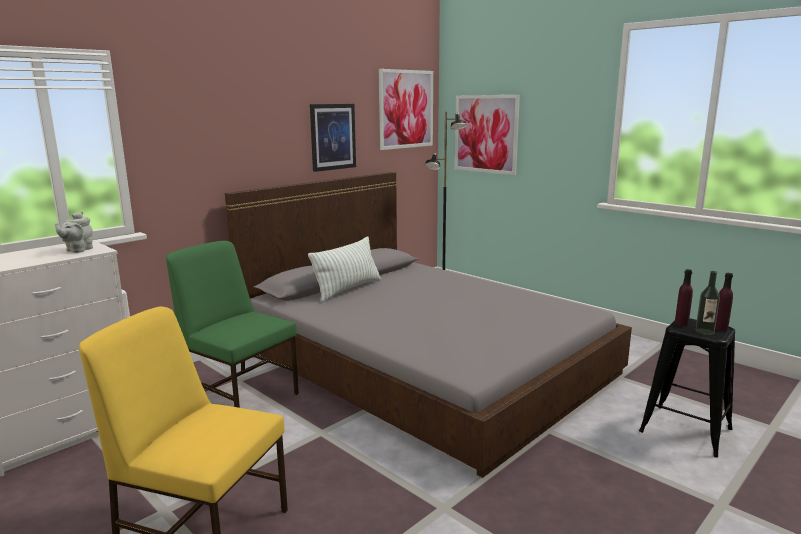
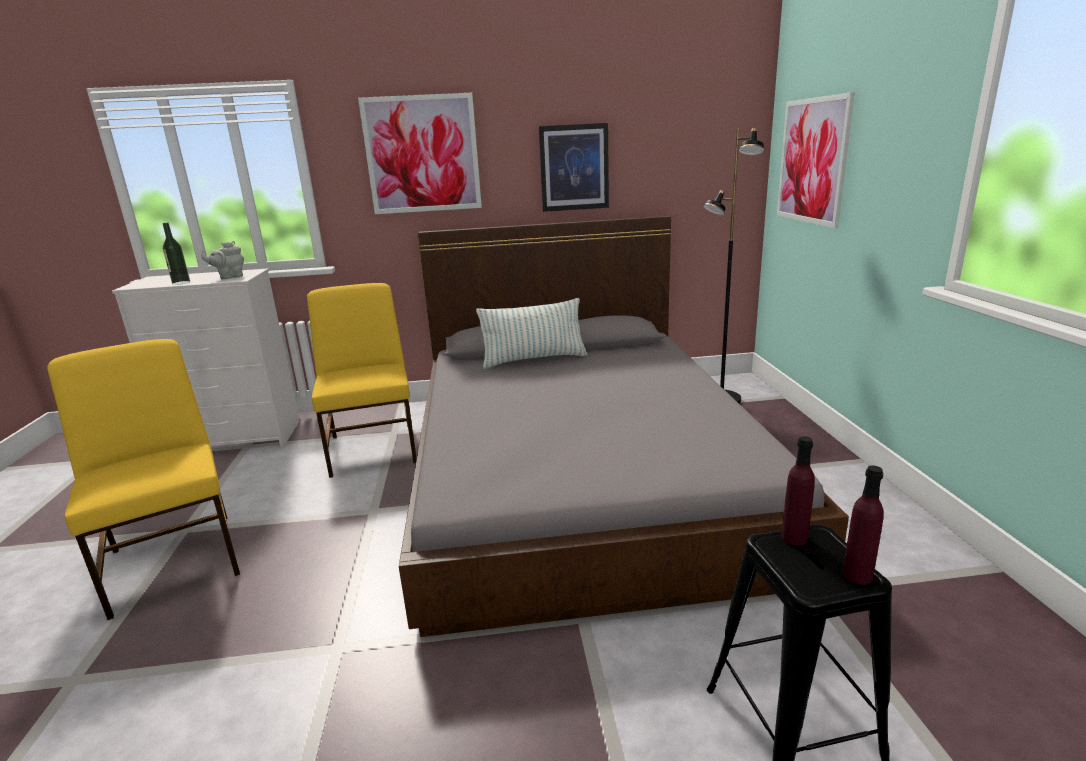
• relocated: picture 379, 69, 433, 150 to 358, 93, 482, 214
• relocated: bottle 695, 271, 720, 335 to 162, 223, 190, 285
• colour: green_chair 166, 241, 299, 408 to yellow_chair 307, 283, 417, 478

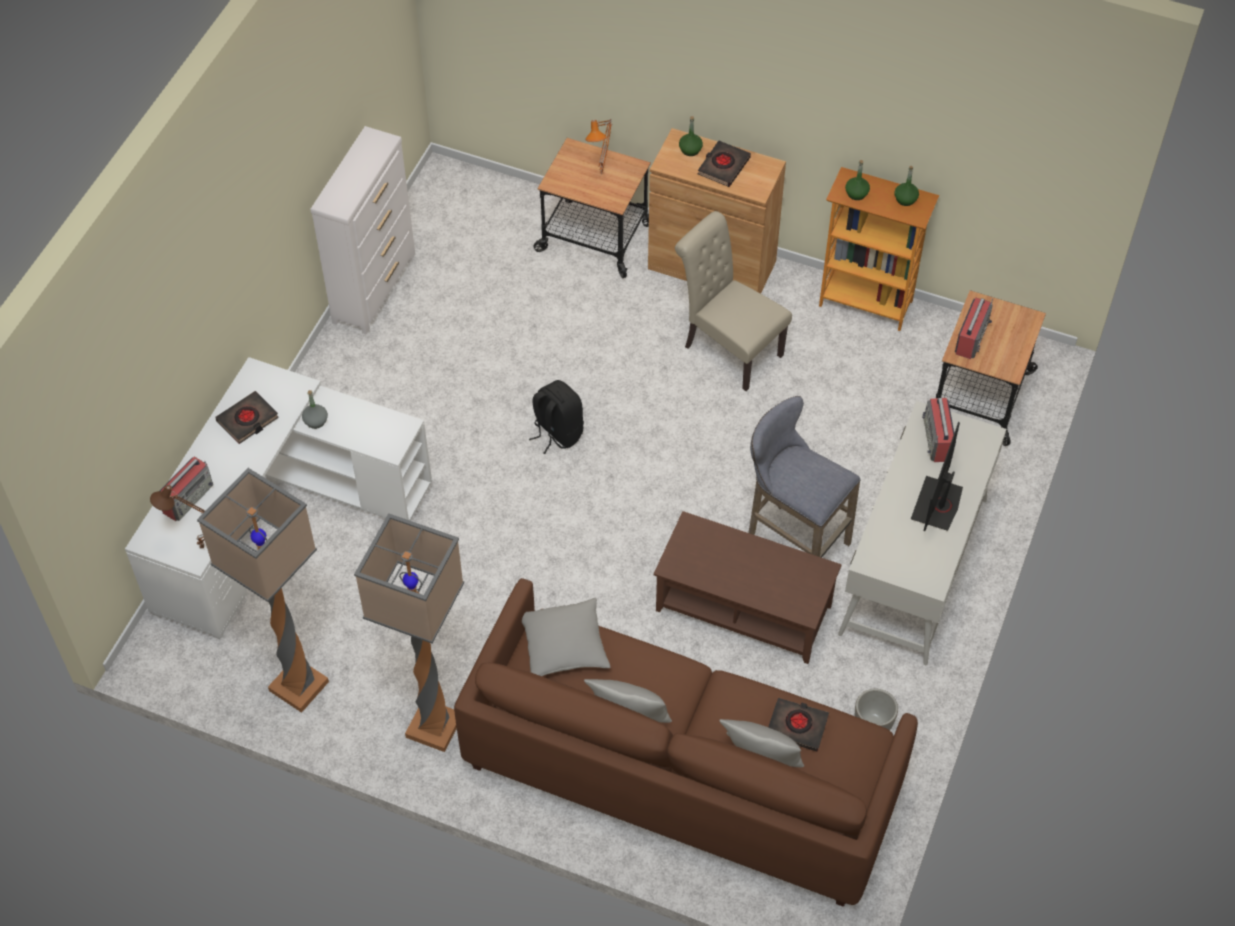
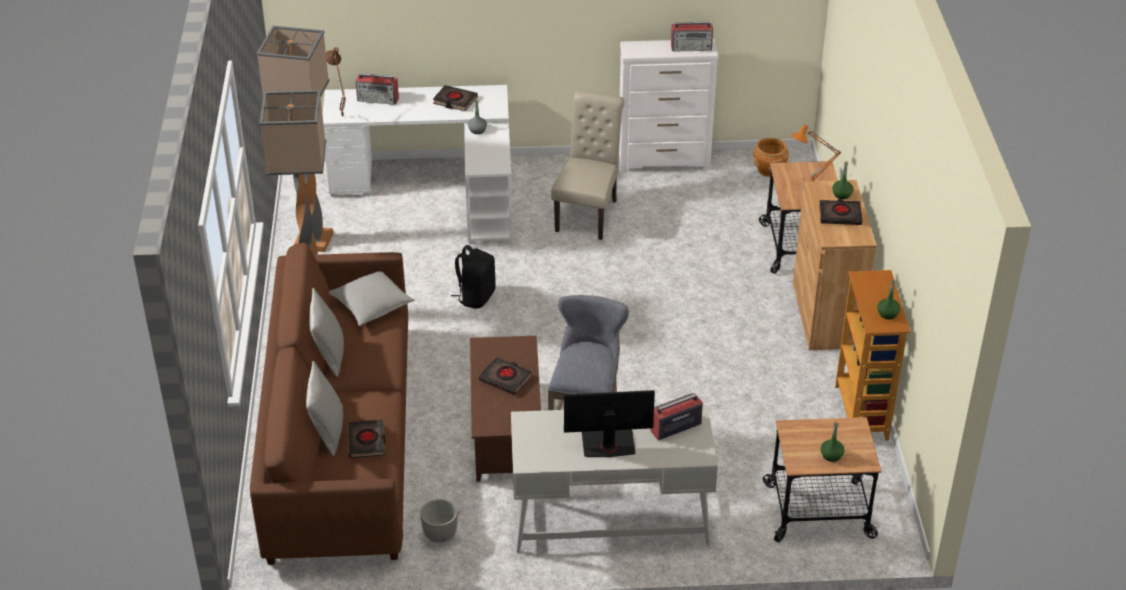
• appeared: black_book 479, 357, 532, 395
• appeared: brown_planter 753, 138, 789, 177
• relocated: black_backpack 529, 380, 584, 454 to 451, 245, 496, 309
• relocated: beige_chair 675, 211, 792, 391 to 551, 90, 624, 240
• relocated: green_bottle 845, 160, 870, 200 to 821, 422, 845, 462
• relocated: radio 955, 298, 993, 359 to 671, 22, 713, 52

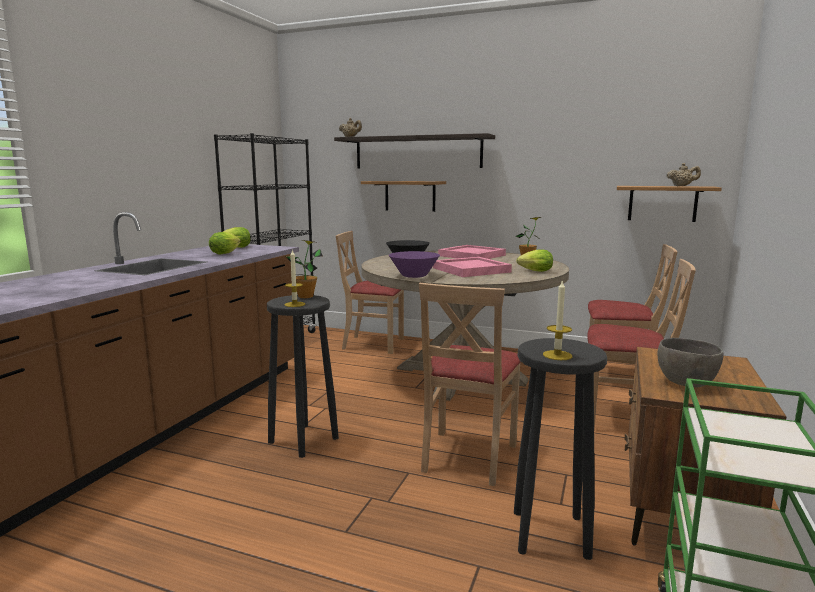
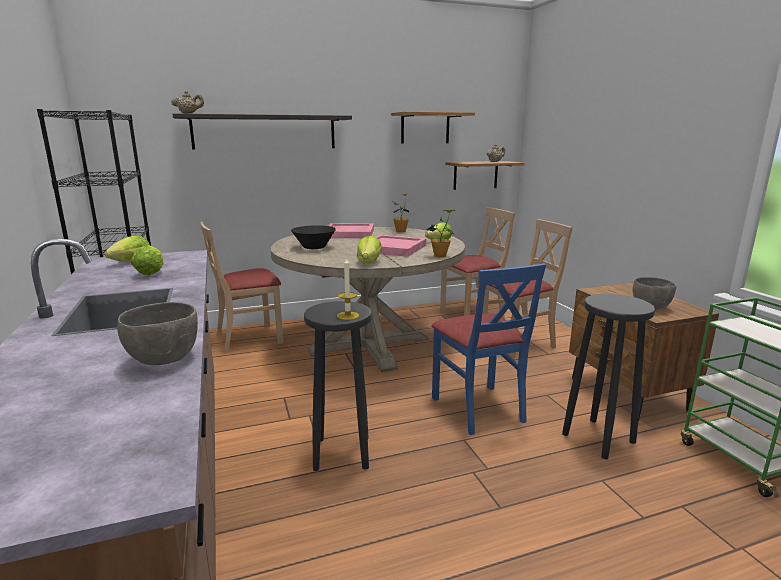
• missing: candle 543, 279, 572, 360
• appeared: grey_bowl 117, 302, 198, 365
• relocated: potted_plant 285, 240, 323, 298 to 426, 210, 455, 257
• relocated: shelf 361, 181, 446, 212 to 391, 112, 475, 144
• exchanged: purple_bowl 389, 251, 440, 278 to lettuce 357, 236, 382, 263
• colour: beige_chair 419, 283, 521, 486 to blue_chair 432, 263, 546, 435

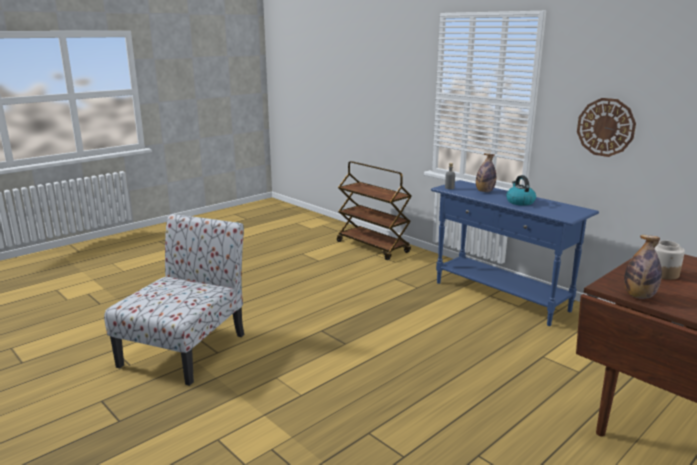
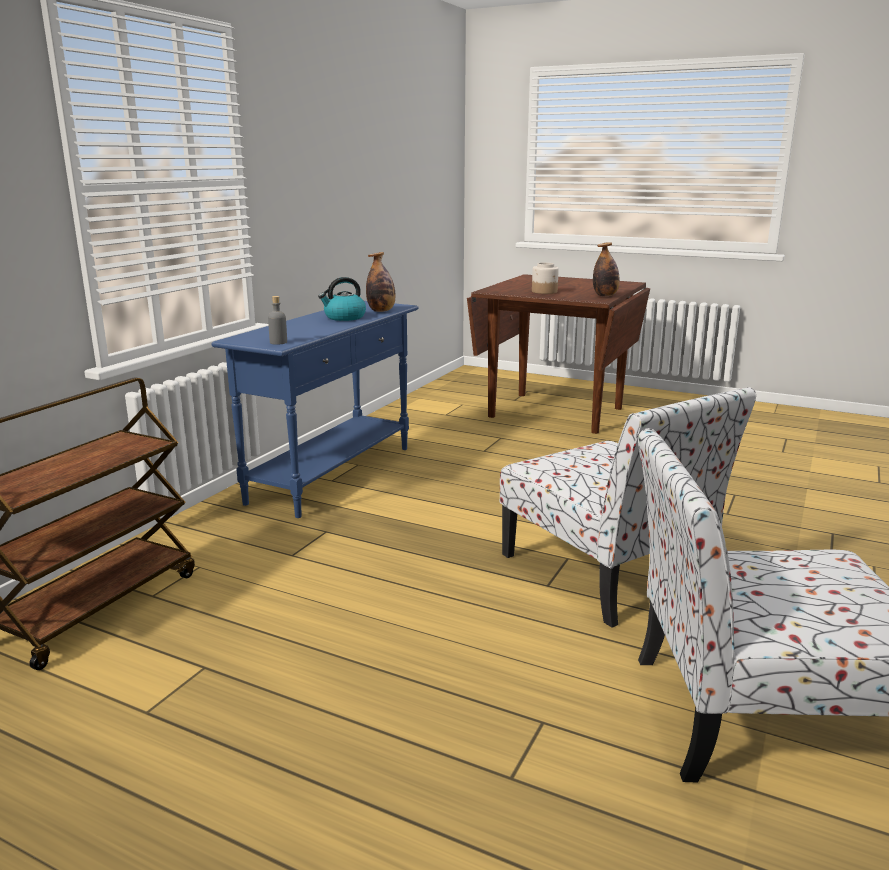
• missing: wall_clock 577, 98, 636, 157
• appeared: chair 500, 387, 756, 627
• relocated: bottle 476, 153, 496, 192 to 366, 252, 395, 312

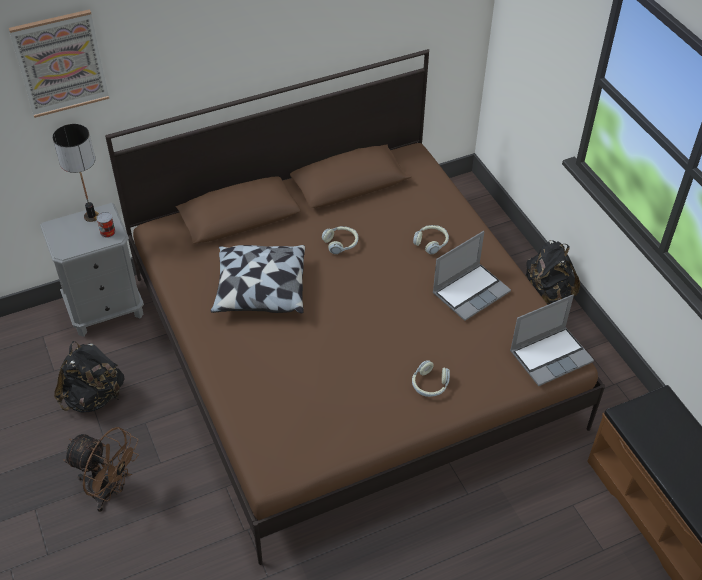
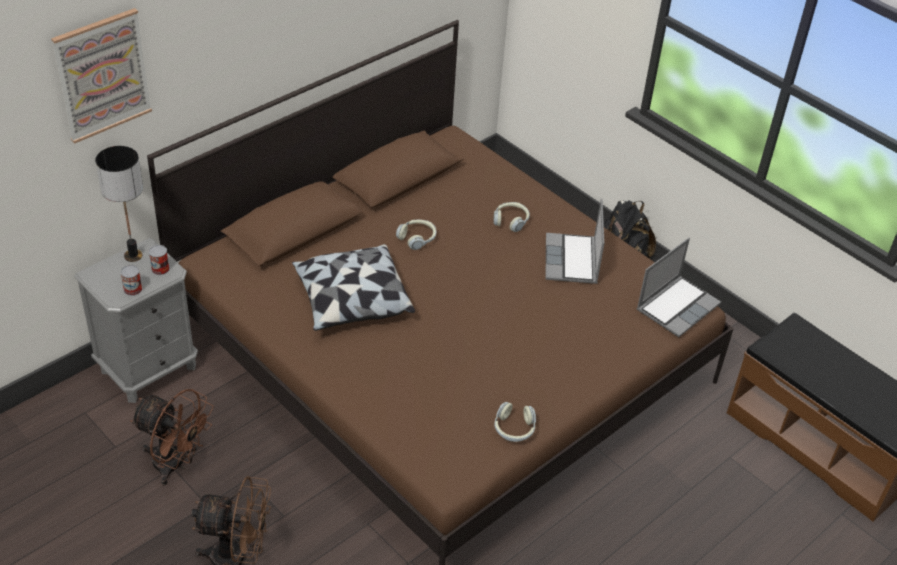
• appeared: can 120, 265, 142, 296
• relocated: headphones 412, 360, 450, 397 to 494, 402, 536, 442
• exchanged: black_backpack 54, 341, 125, 412 to brown_fan 130, 389, 214, 485
• spun: laptop 433, 231, 511, 321 = 546, 199, 604, 284 150 degrees clockwise

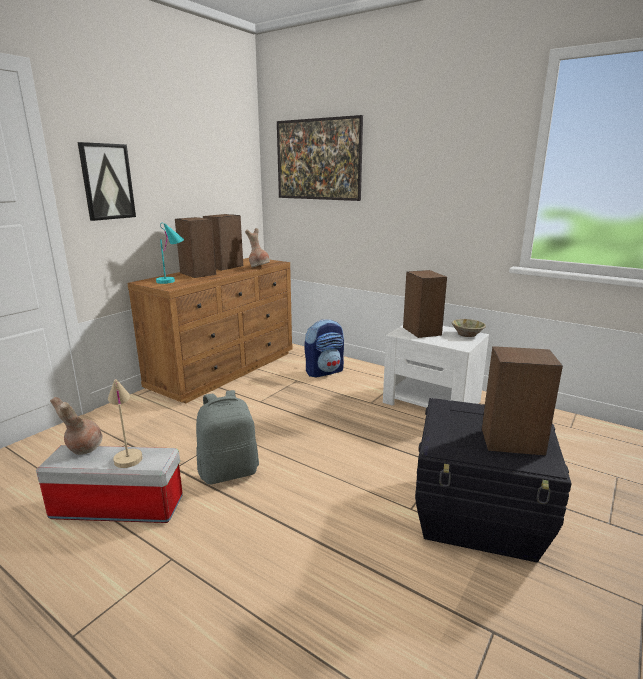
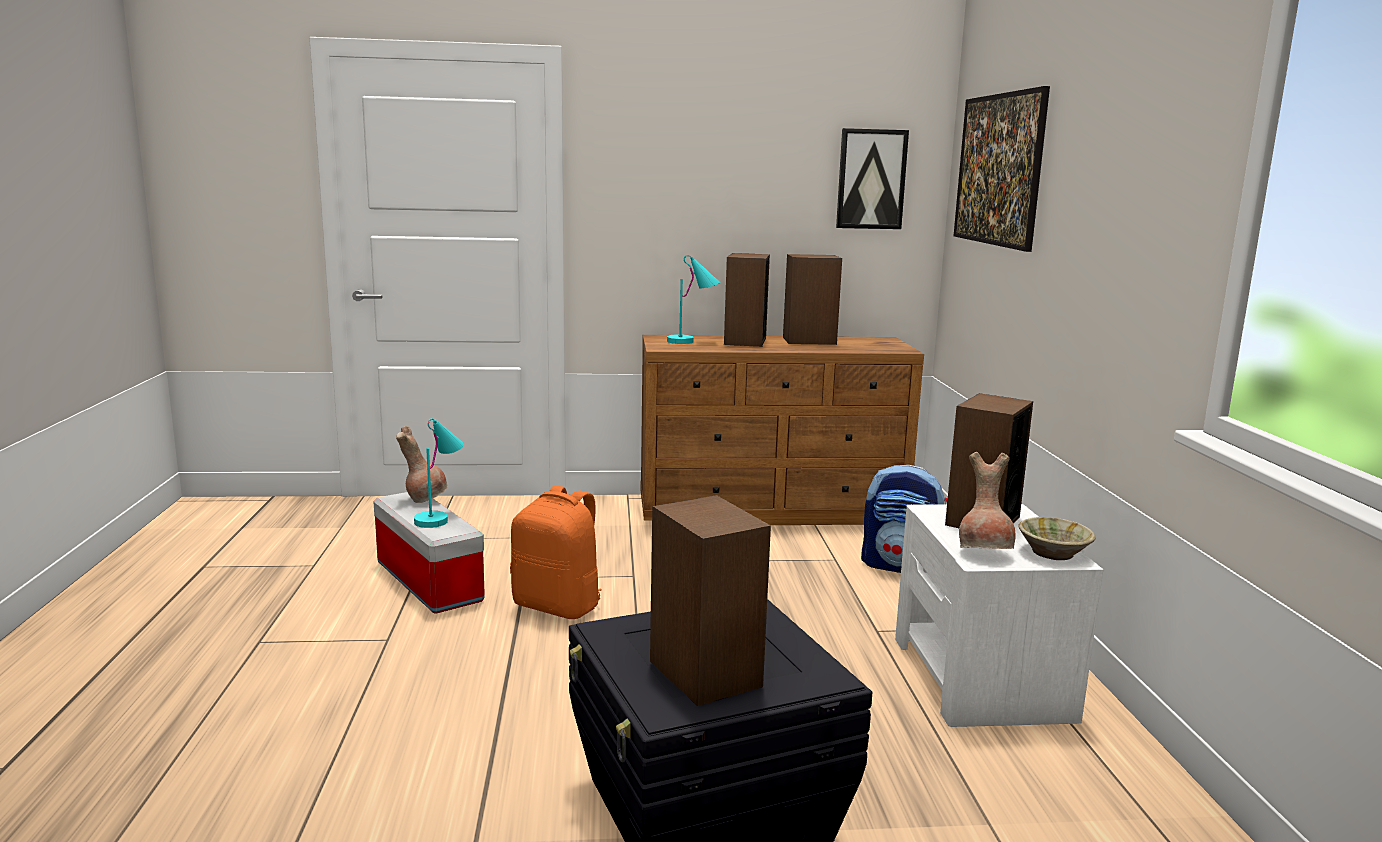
• relocated: picture 78, 142, 136, 221 to 836, 128, 909, 229
• relocated: brown_vase 245, 228, 270, 267 to 959, 452, 1016, 549
• colour: beige_table_lamp 108, 379, 142, 468 to turquoise_table_lamp 414, 418, 464, 528
• colour: grey_backpack 196, 390, 259, 484 to orange_backpack 510, 486, 602, 619

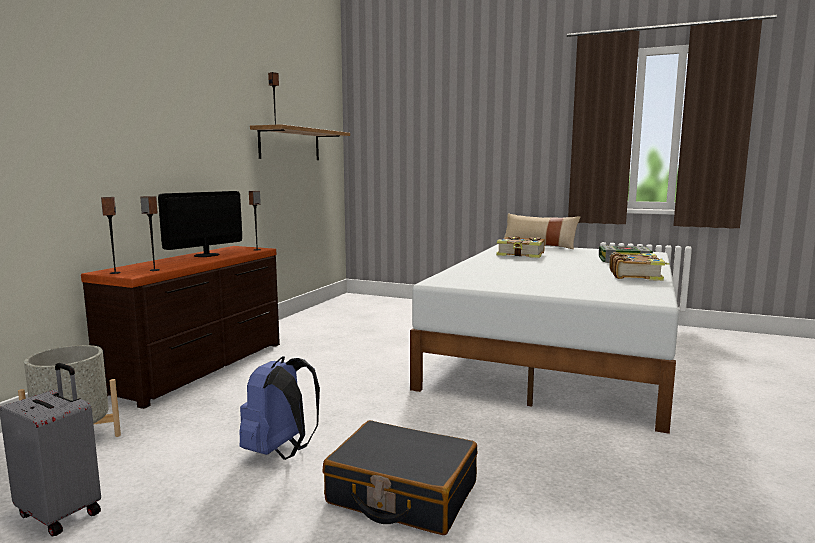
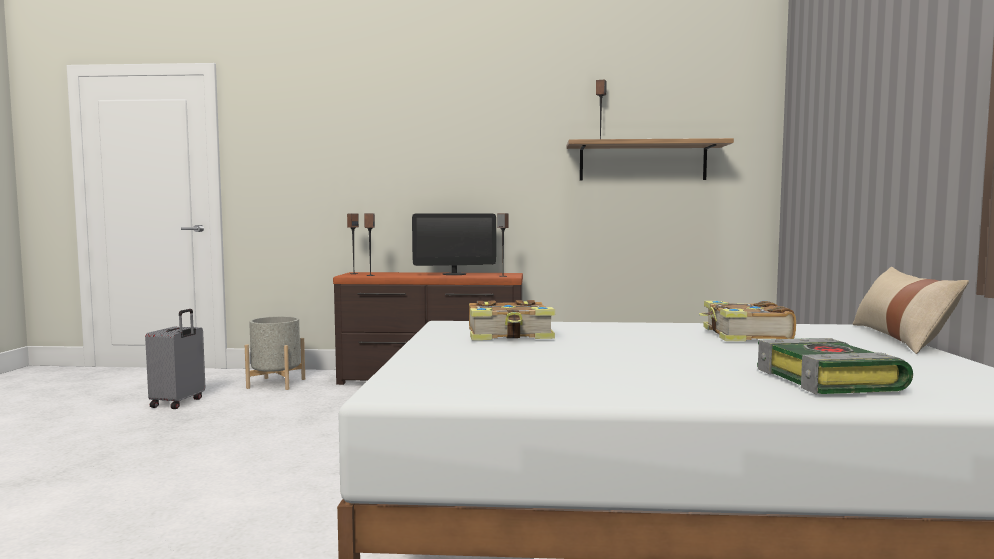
• missing: blue_backpack 239, 356, 320, 460
• missing: black_suitcase 323, 420, 477, 535
• relocated: book 609, 252, 670, 281 to 469, 300, 555, 340
• spun: monitor 158, 191, 242, 257 = 412, 213, 496, 275 150 degrees clockwise

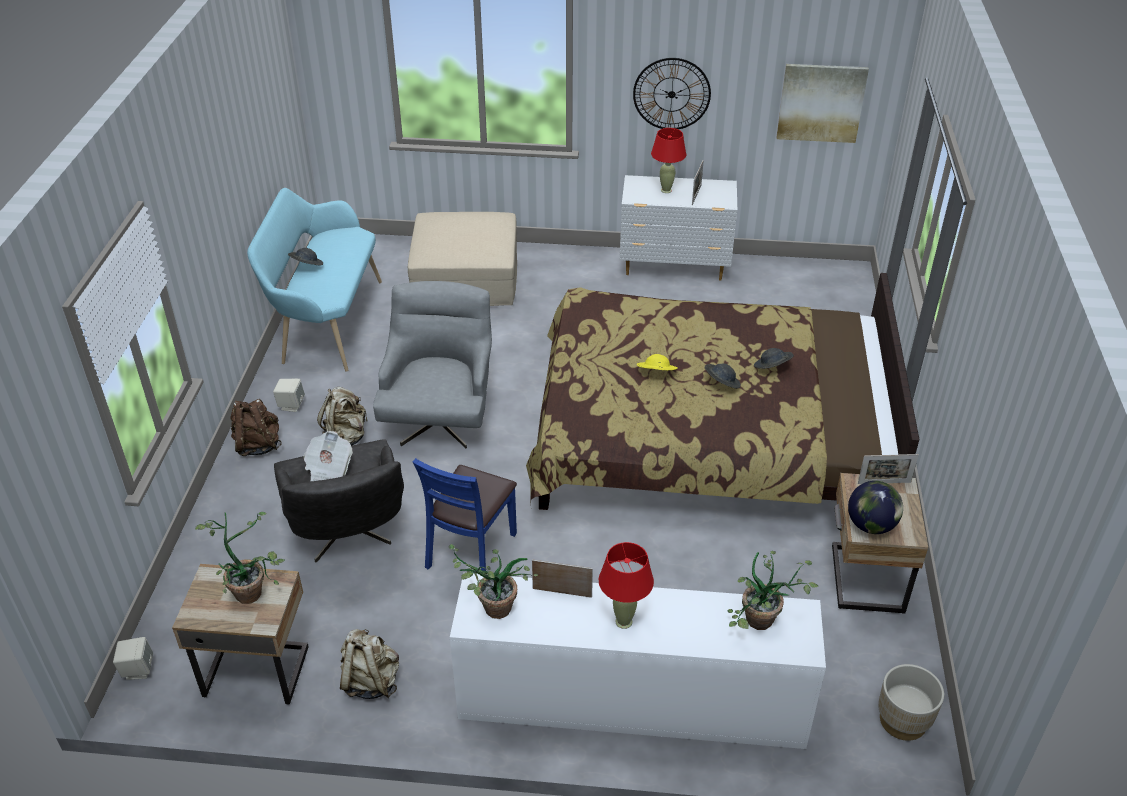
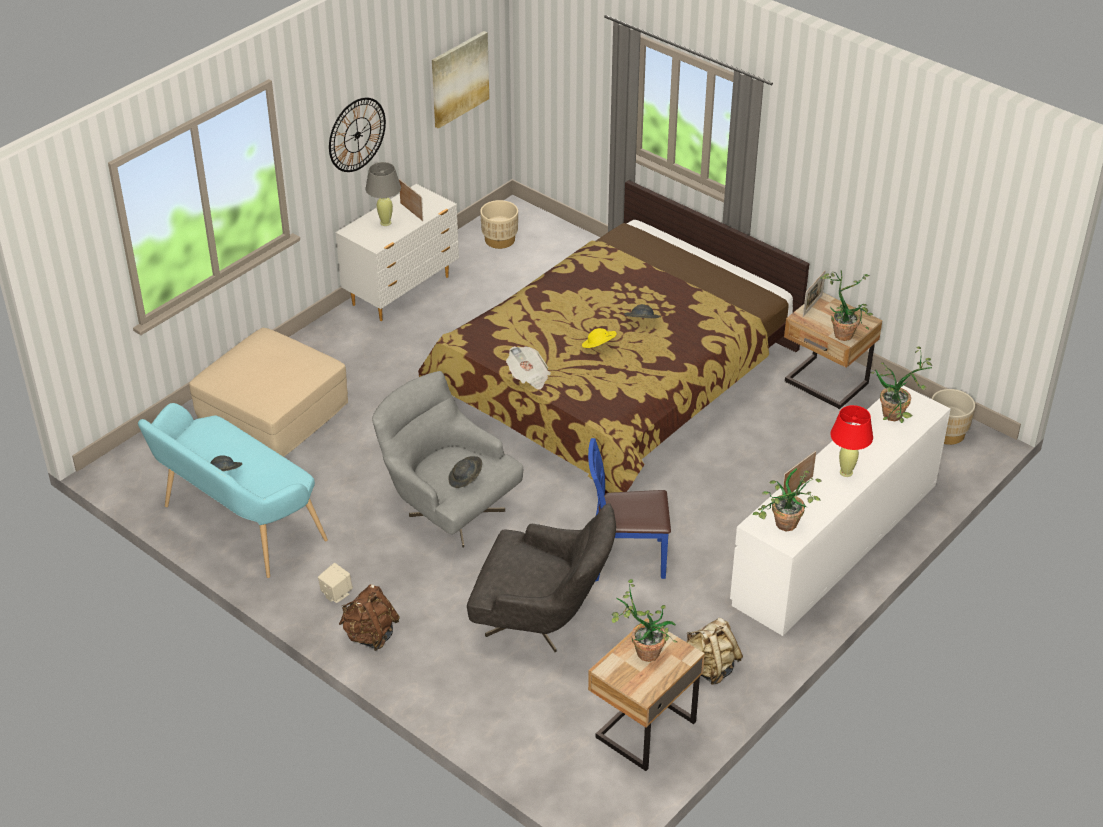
• missing: beige_speaker 113, 637, 153, 680
• missing: beige_backpack 317, 387, 367, 446
• appeared: beige_planter 480, 200, 518, 249
• relocated: newspaper 303, 431, 353, 482 to 506, 346, 551, 390
• relocated: grey_hat 754, 348, 794, 369 to 448, 456, 482, 488
• exchanged: globe 848, 481, 903, 534 to potted_plant 820, 270, 874, 341
• colour: red_table_lamp 651, 128, 686, 193 to grey_table_lamp 365, 162, 401, 226
• spun: blue_chair 413, 458, 517, 571 = 588, 438, 671, 581 120 degrees clockwise

